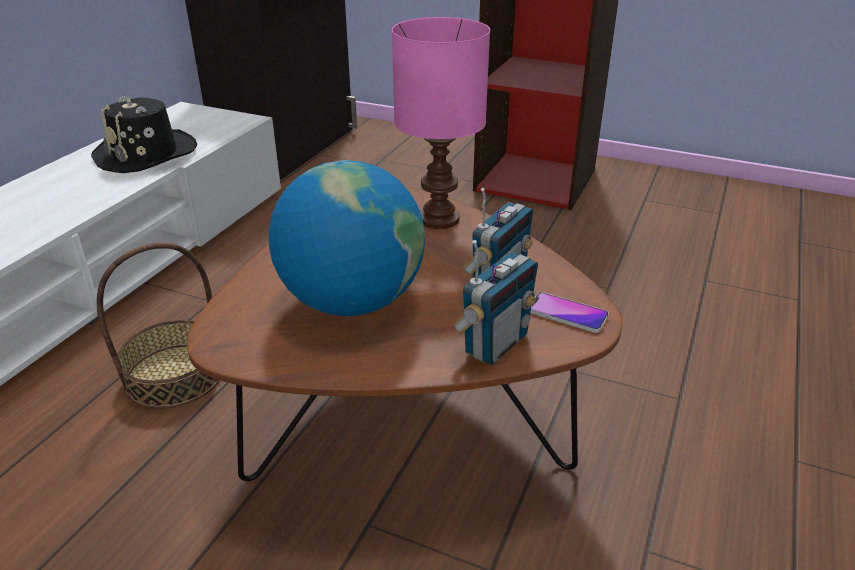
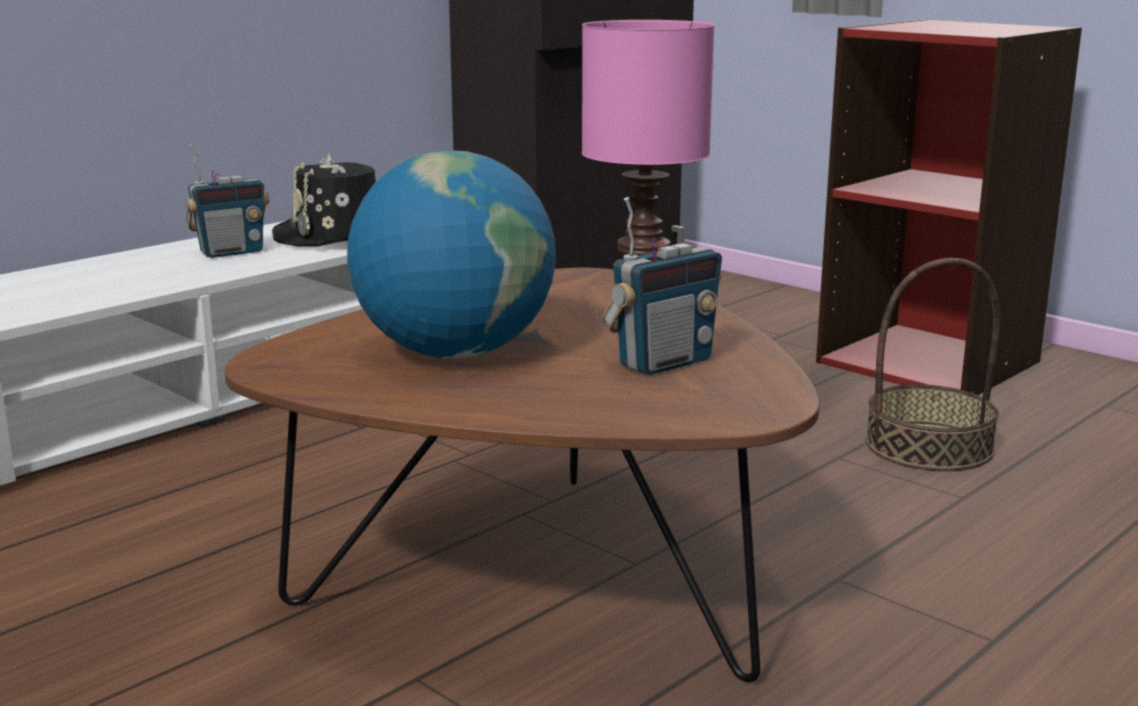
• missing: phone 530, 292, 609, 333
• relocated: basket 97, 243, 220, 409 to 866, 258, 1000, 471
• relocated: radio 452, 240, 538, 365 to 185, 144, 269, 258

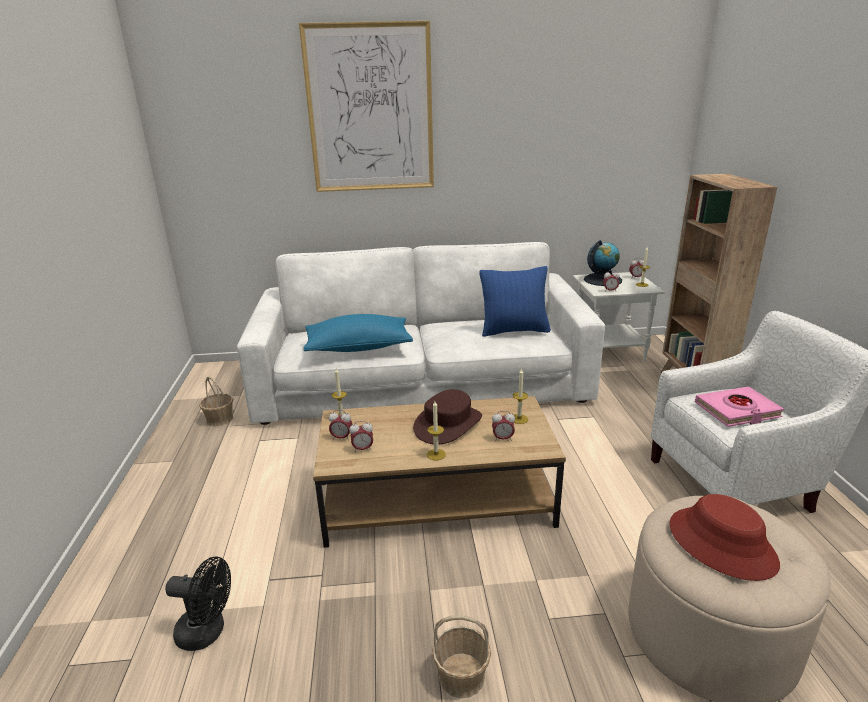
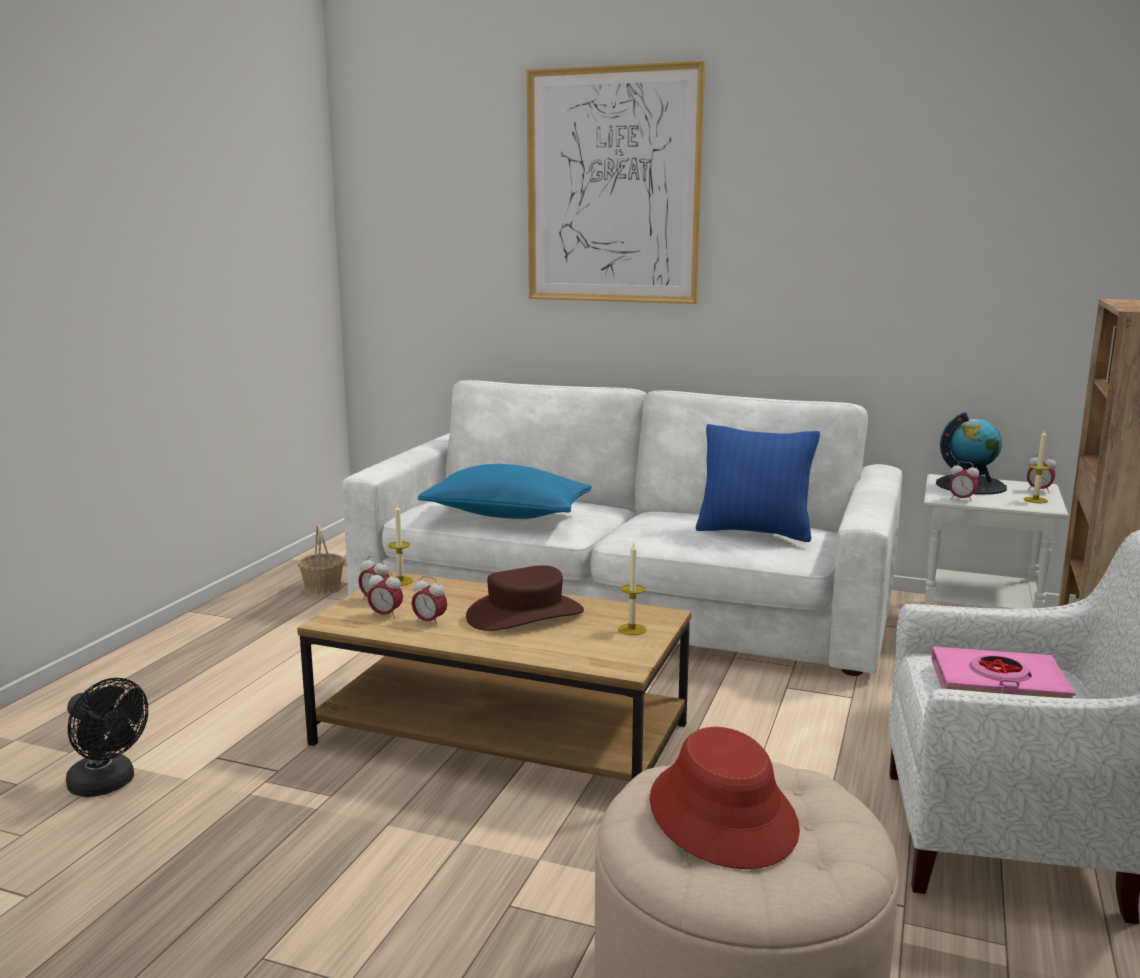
• missing: candle 427, 401, 446, 460
• missing: basket 432, 615, 491, 698
• relocated: alarm_clock 492, 411, 515, 441 to 411, 576, 447, 626

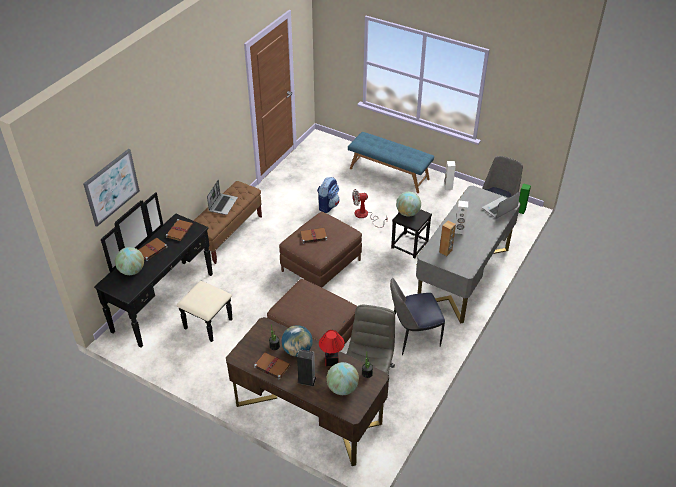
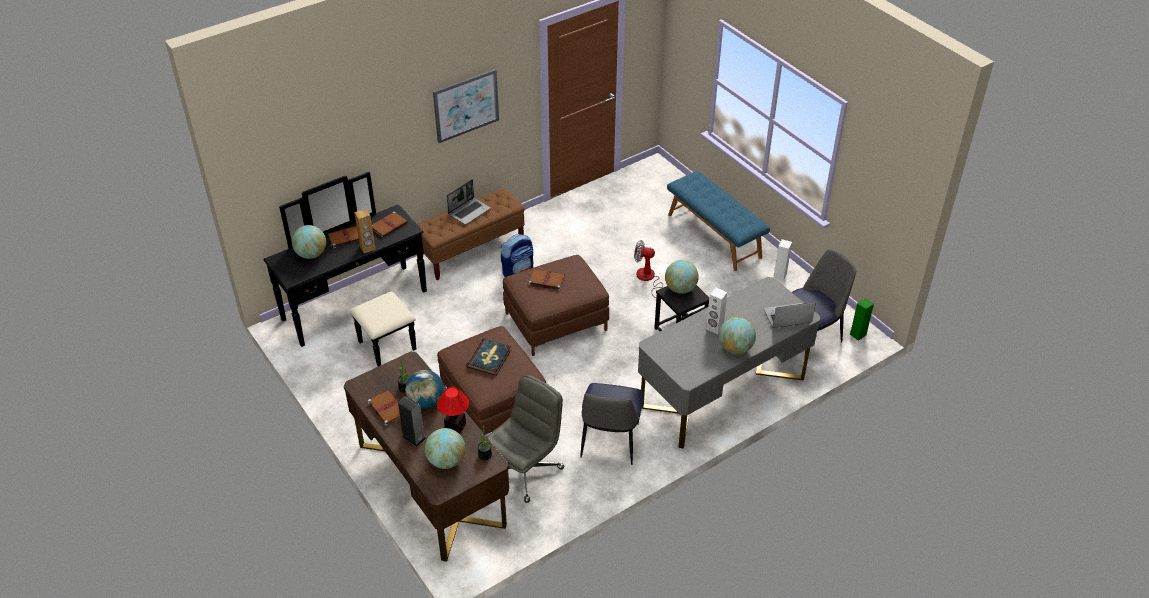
• appeared: book 467, 339, 511, 376
• appeared: globe 719, 317, 756, 354
• relocated: picture 83, 149, 140, 227 to 433, 69, 499, 143
• relocated: backpack 317, 177, 340, 213 to 501, 234, 533, 277
• relocated: brown_speaker 439, 220, 456, 256 to 354, 209, 376, 253
• spun: chair 390, 278, 445, 355 = 580, 383, 642, 465 90 degrees counterclockwise

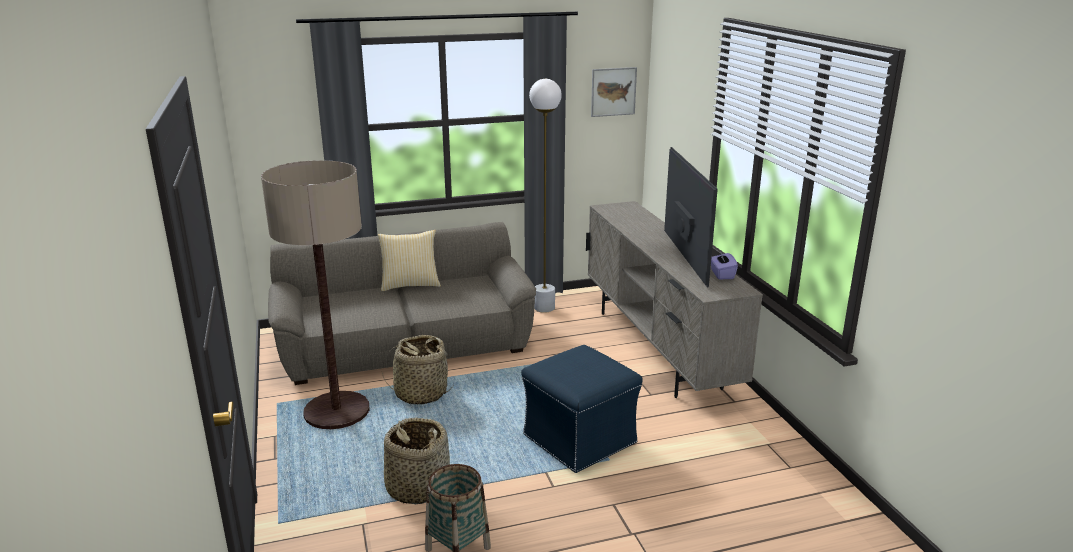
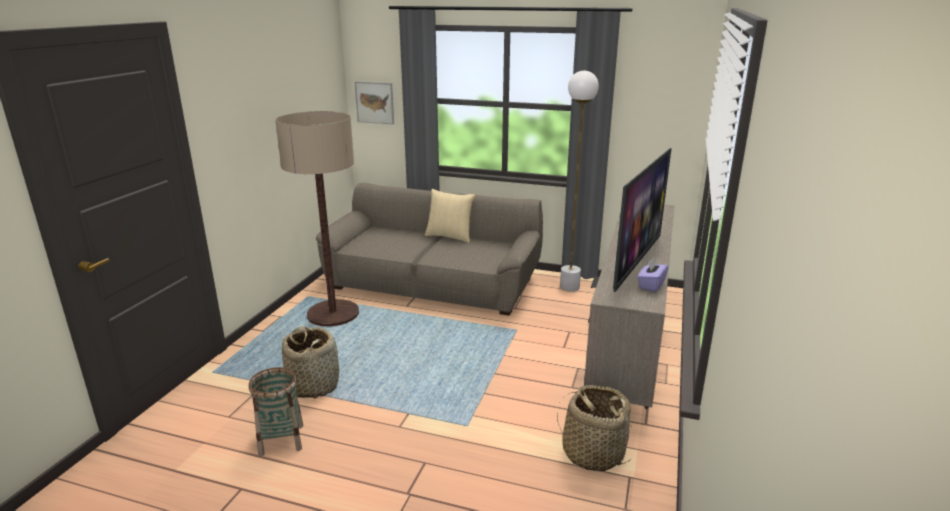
• missing: blue_ottoman 521, 345, 643, 473
• relocated: basket 382, 335, 454, 405 to 557, 385, 632, 471
• relocated: picture 591, 67, 637, 117 to 355, 81, 394, 124

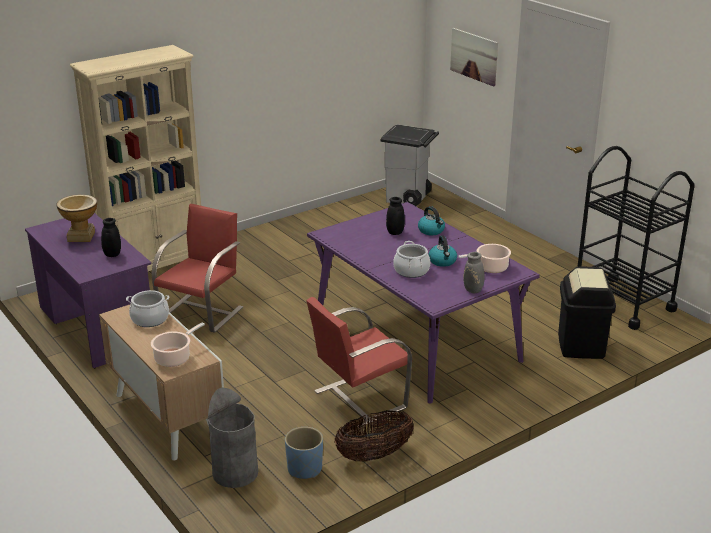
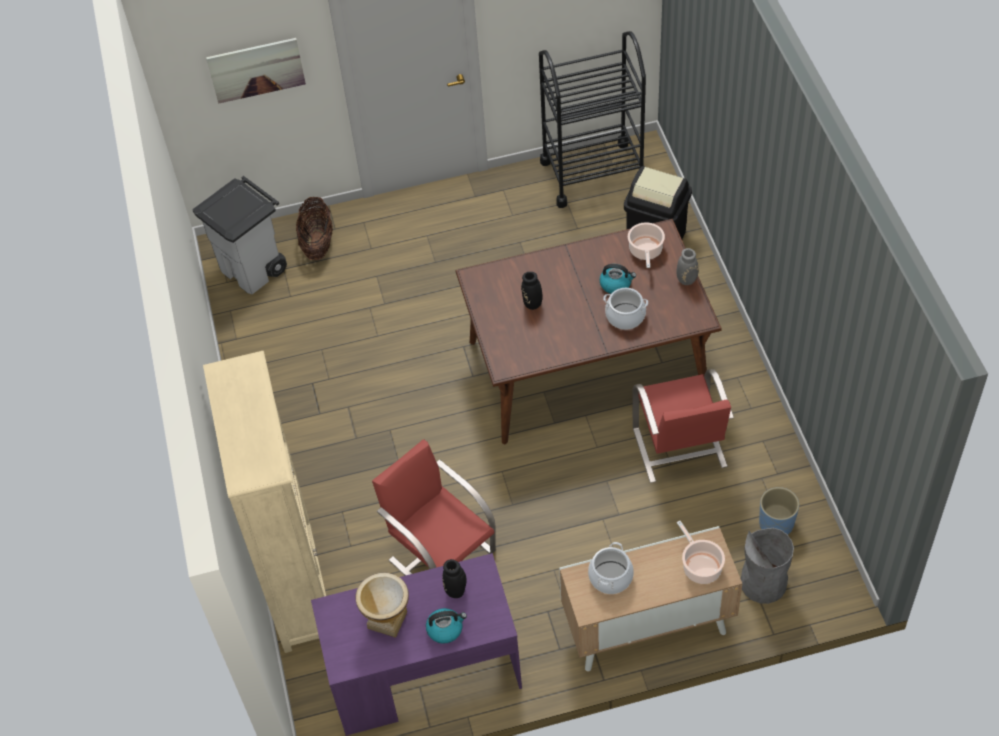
• relocated: basket 334, 410, 414, 461 to 296, 197, 333, 260
• relocated: kettle 418, 206, 445, 235 to 426, 608, 467, 644
• colour: purple_dining_table 307, 202, 540, 403 to brown_dining_table 455, 219, 722, 444

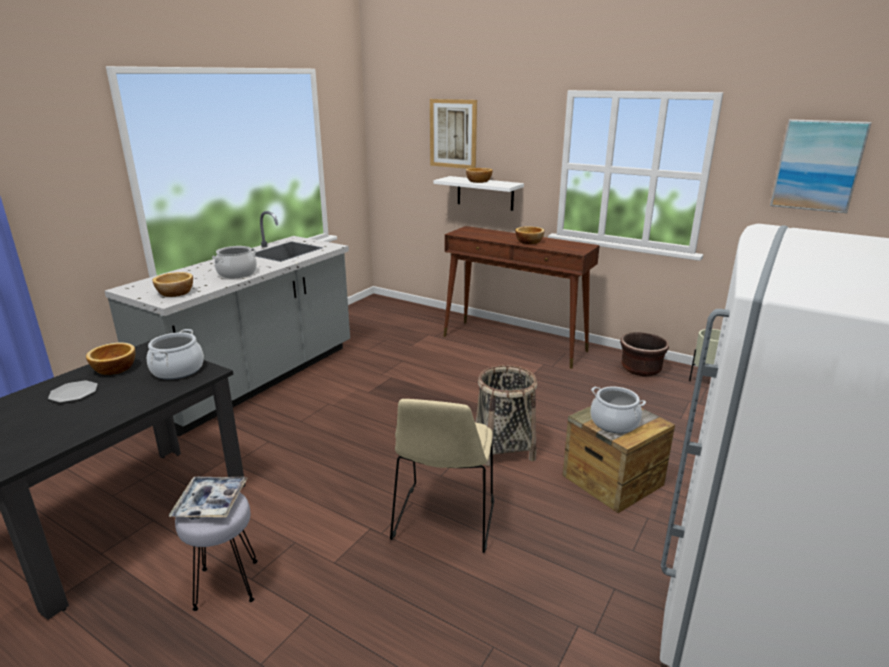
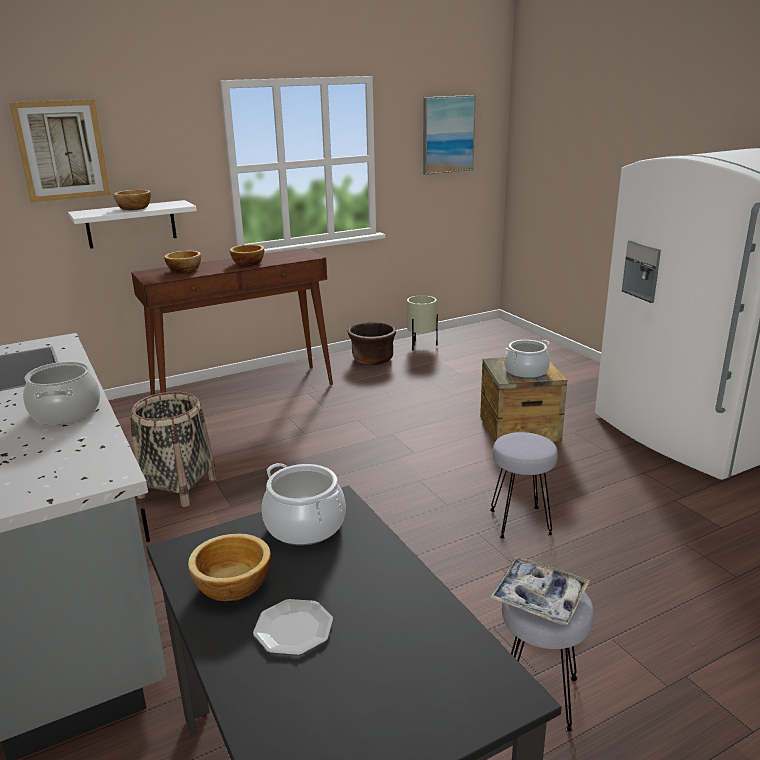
• relocated: bowl 152, 272, 193, 297 to 164, 251, 201, 273
• relocated: basket 475, 365, 537, 466 to 130, 392, 217, 507
• exchanged: beige_chair 390, 399, 494, 553 to grey_stool 490, 432, 558, 539

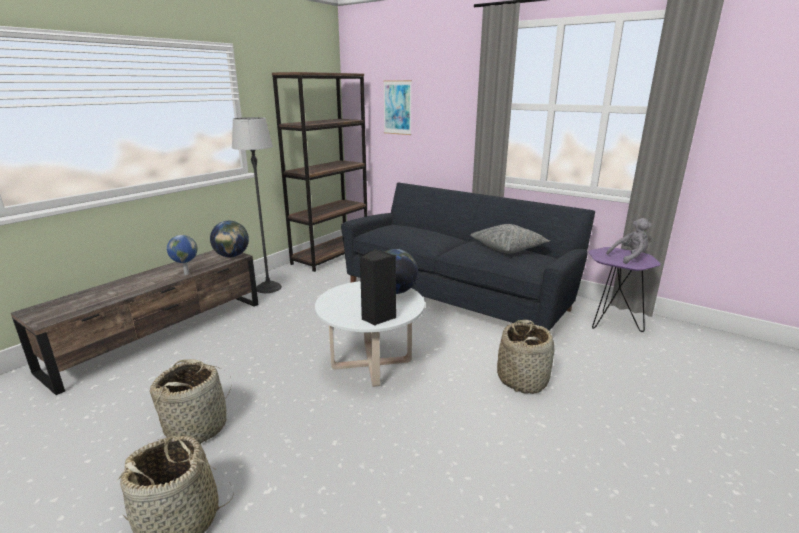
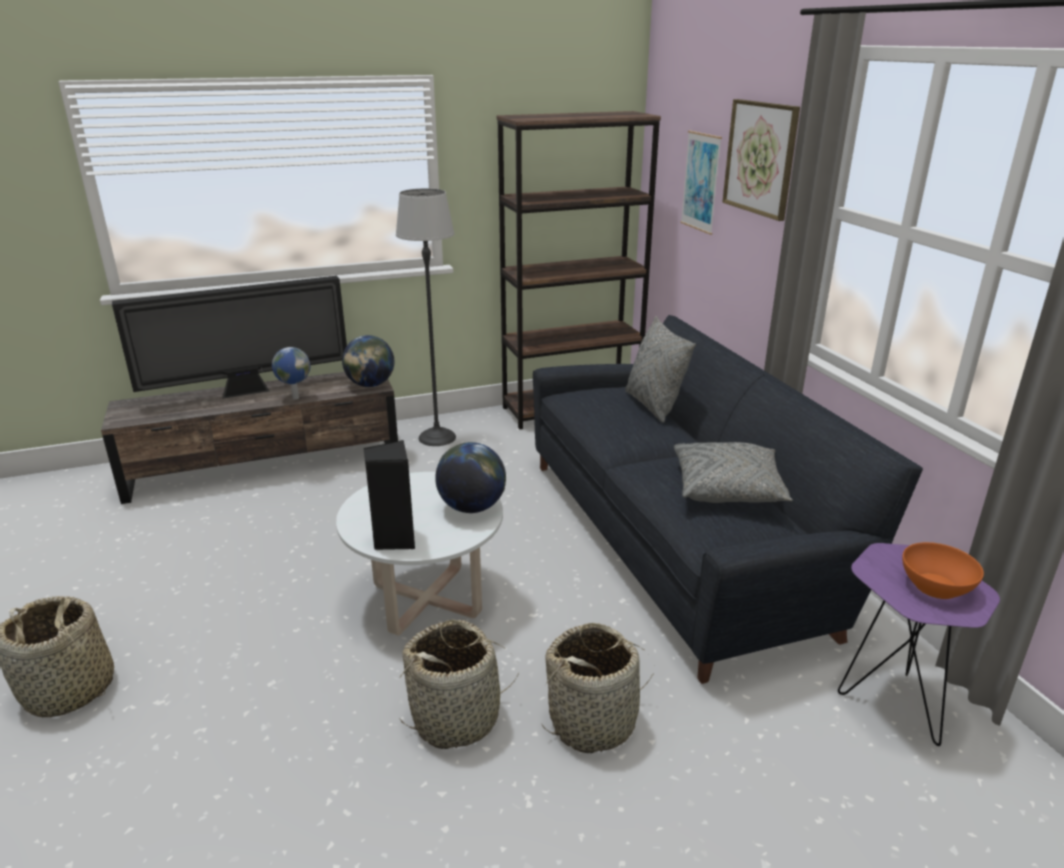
• appeared: television 112, 276, 347, 399
• appeared: grey_pillow 625, 316, 696, 423
• appeared: picture 722, 99, 800, 221
• relocated: basket 150, 359, 232, 444 to 399, 619, 519, 749
• exchanged: grey_plush_toy 606, 218, 652, 264 to orange_bowl 902, 542, 984, 599

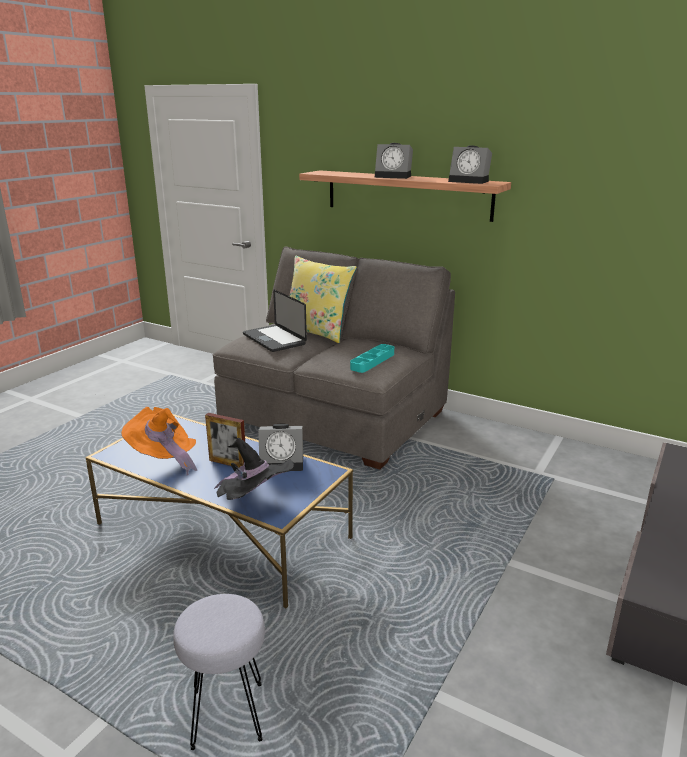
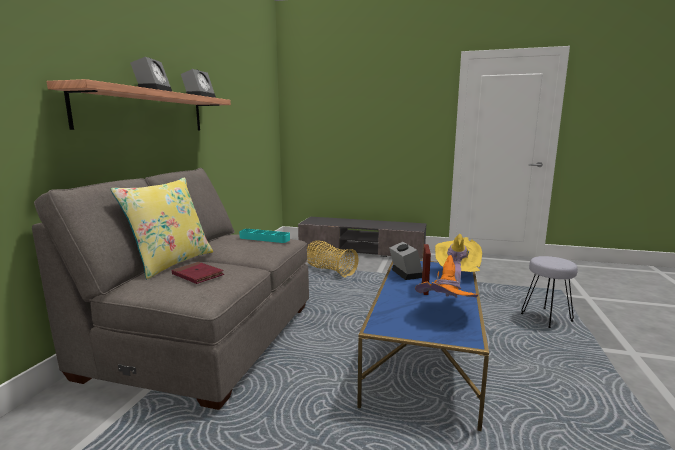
• appeared: basket 307, 241, 359, 278
• exchanged: laptop 243, 290, 307, 352 to red_book 172, 262, 224, 284
• colour: black_hat 214, 438, 294, 500 to yellow_hat 435, 234, 482, 285

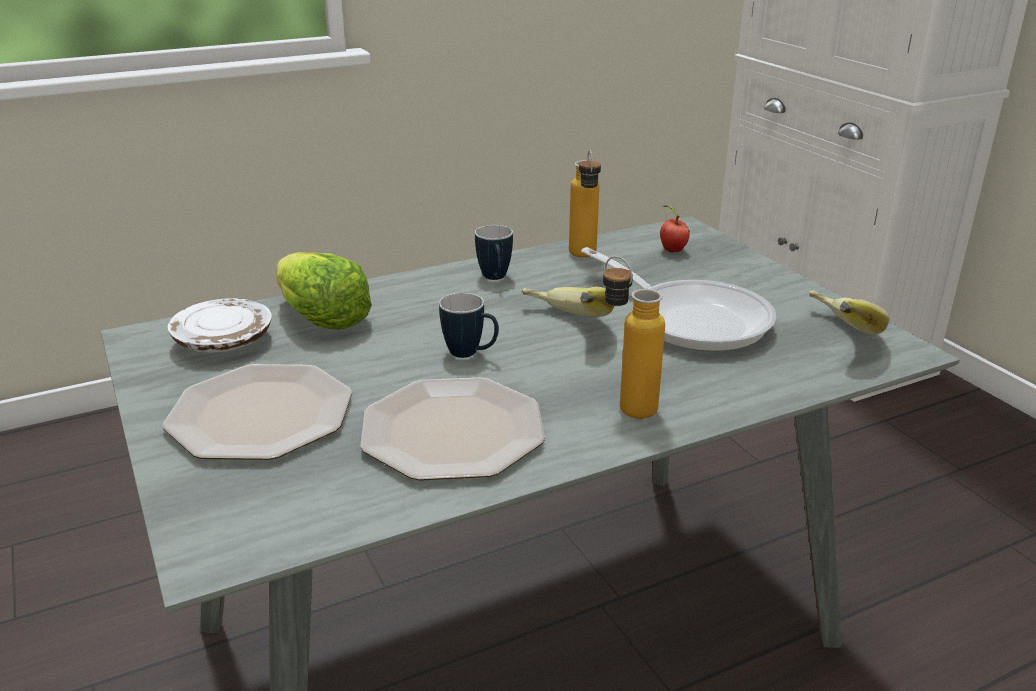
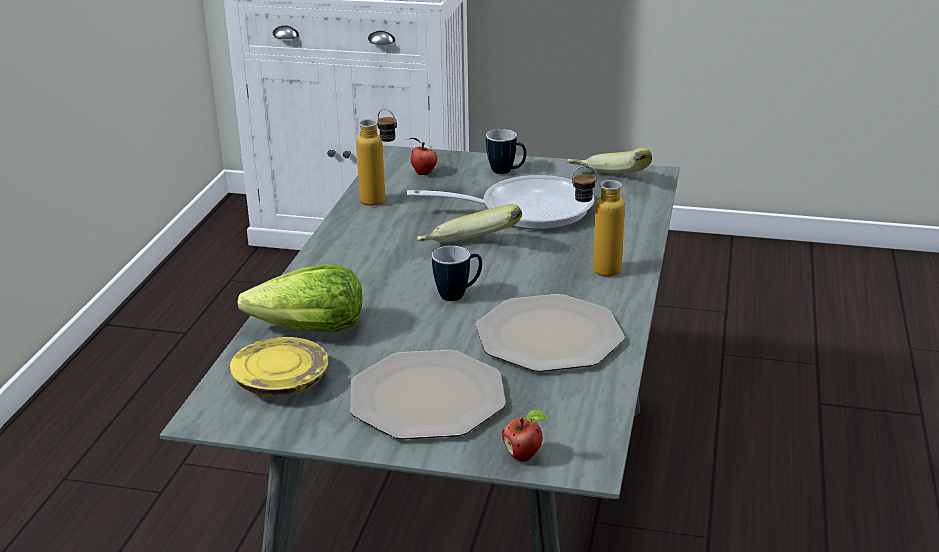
• appeared: apple 502, 409, 548, 462
• relocated: mug 475, 225, 513, 280 to 486, 129, 527, 174
• colour: white_plate 168, 298, 272, 352 to yellow_plate 230, 337, 328, 396

